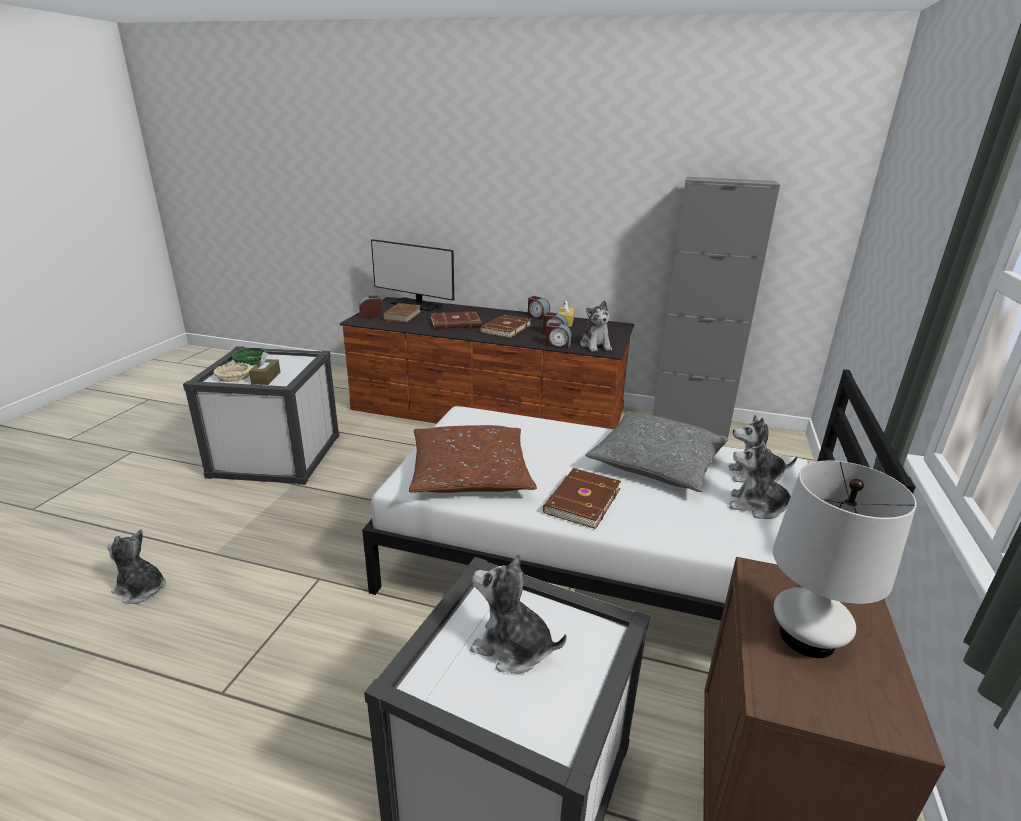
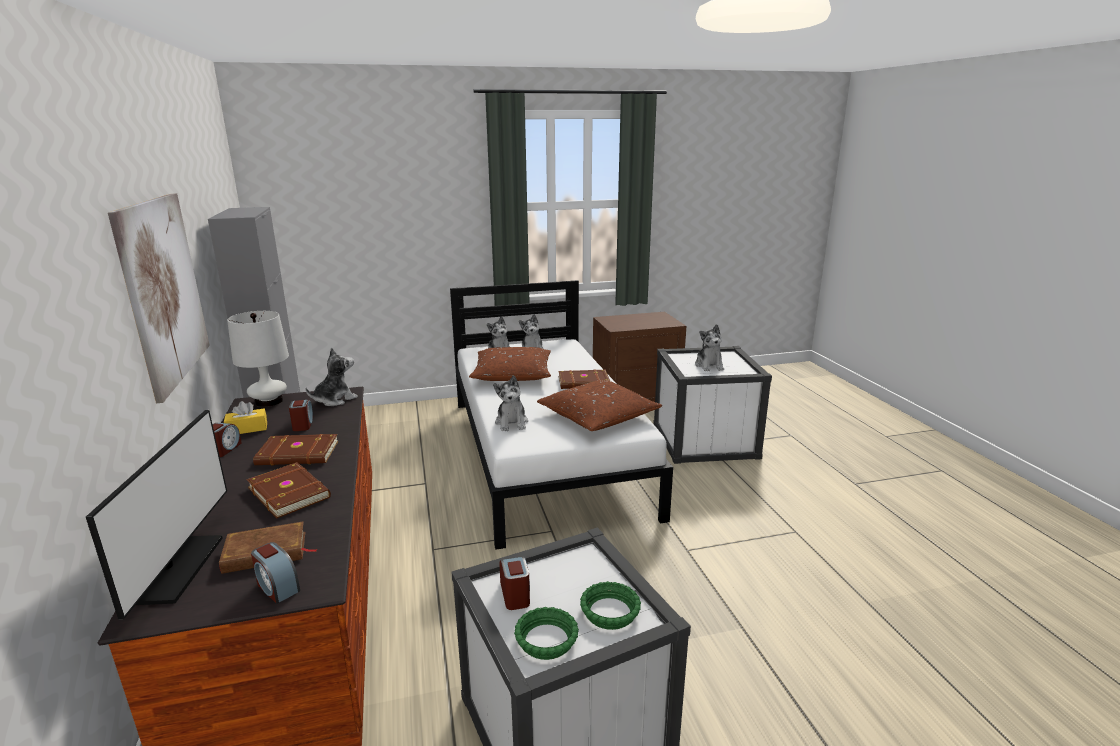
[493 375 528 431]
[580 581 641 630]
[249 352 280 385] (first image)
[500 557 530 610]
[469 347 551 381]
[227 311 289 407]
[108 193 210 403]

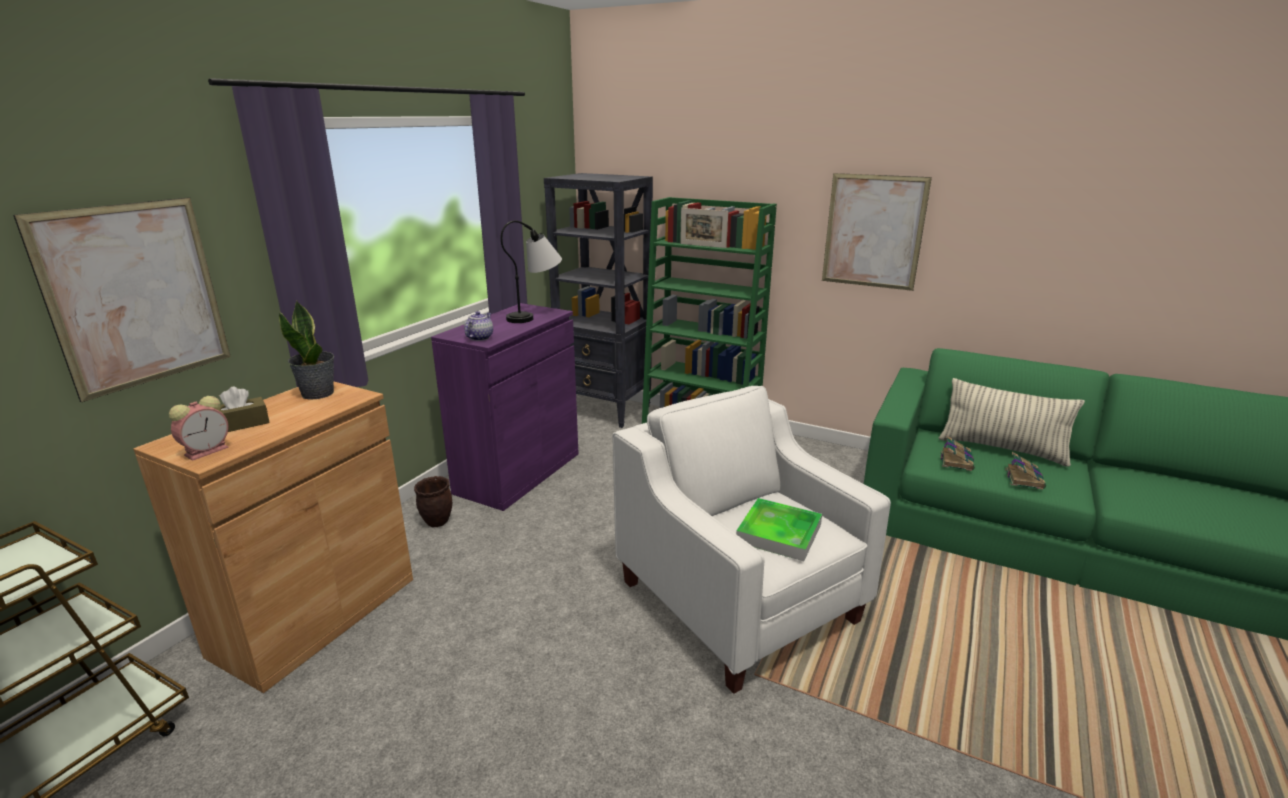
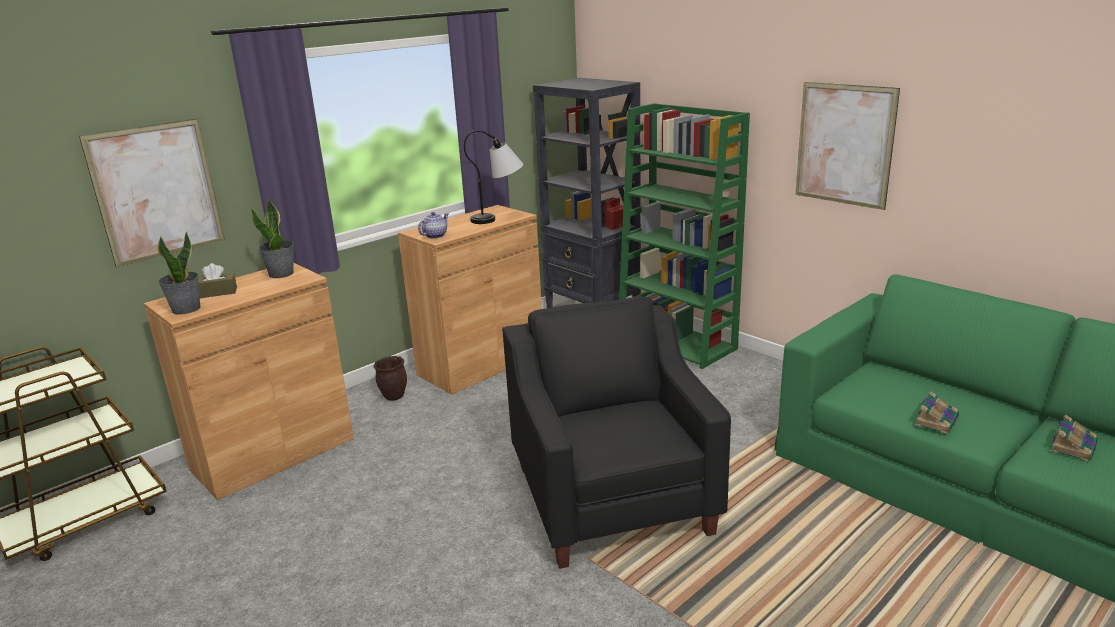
[157 232 201 315]
[398 205 542 395]
[502 296 731 569]
[680 208 728 248] (first image)
[736 498 822 561] (first image)
[939 378 1085 467] (first image)
[1050 414 1098 461]

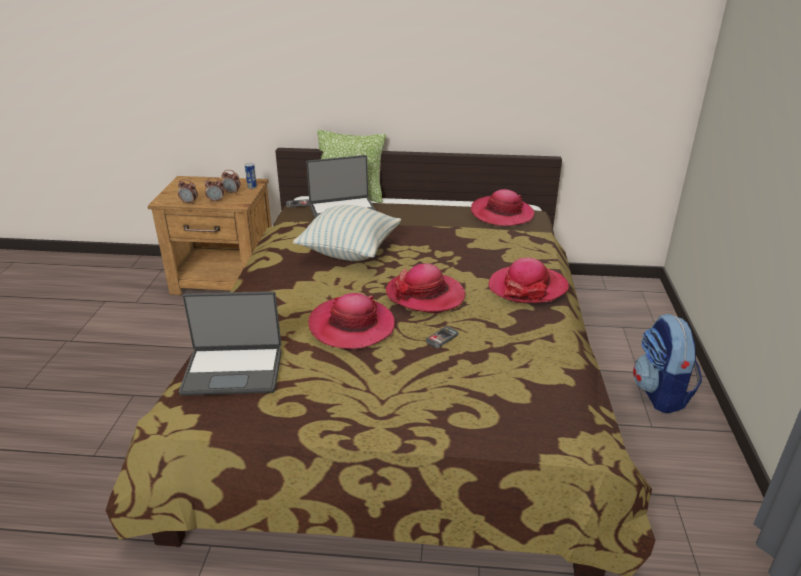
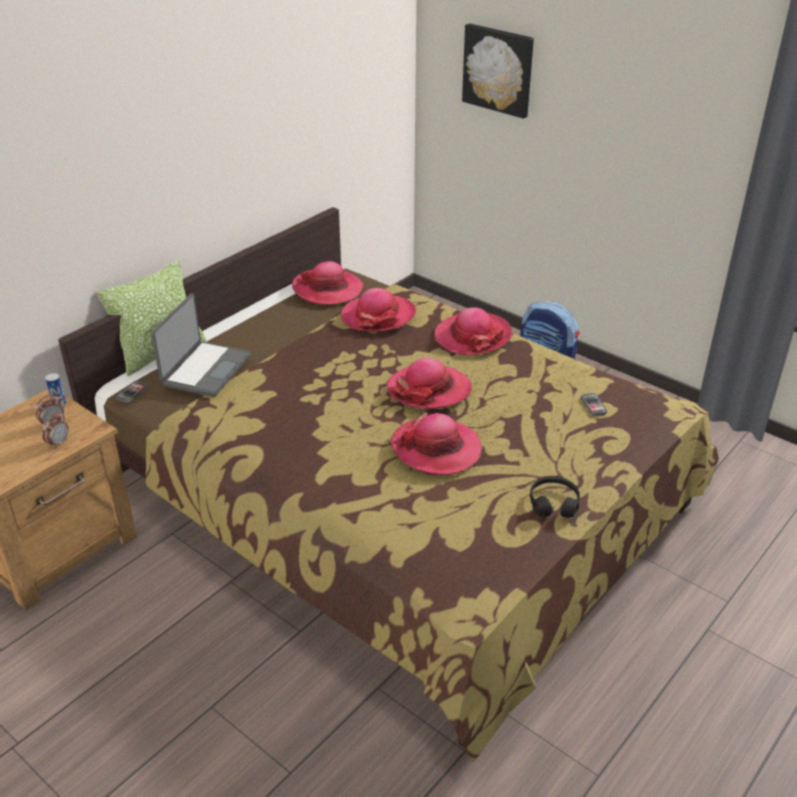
[178 179 198 204] (first image)
[179 291 282 396] (first image)
[293 205 401 261] (first image)
[581 393 607 416]
[341 288 416 332]
[462 23 534 119]
[530 476 580 518]

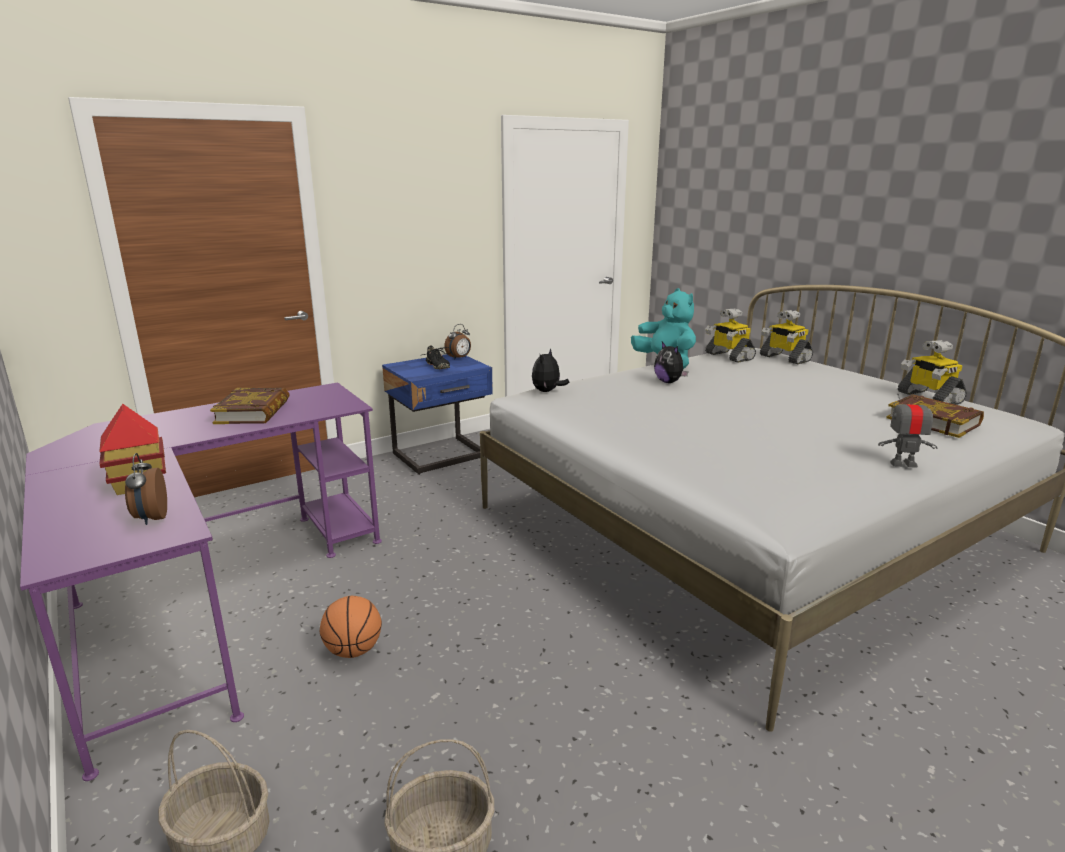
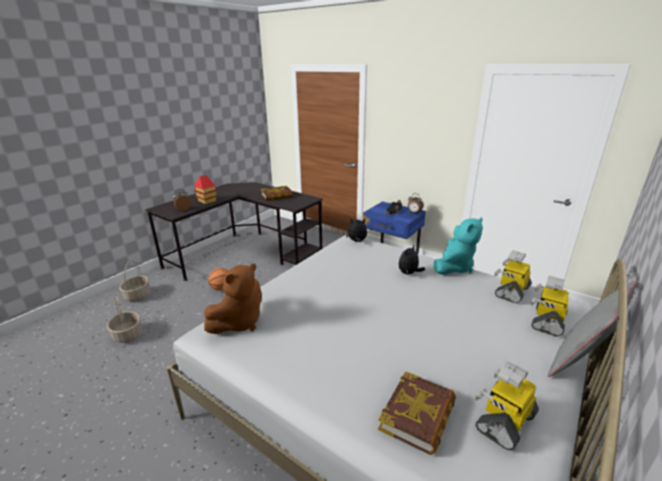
[145 182 323 281]
[878 394 939 468] (first image)
[204 264 262 334]
[548 280 637 377]

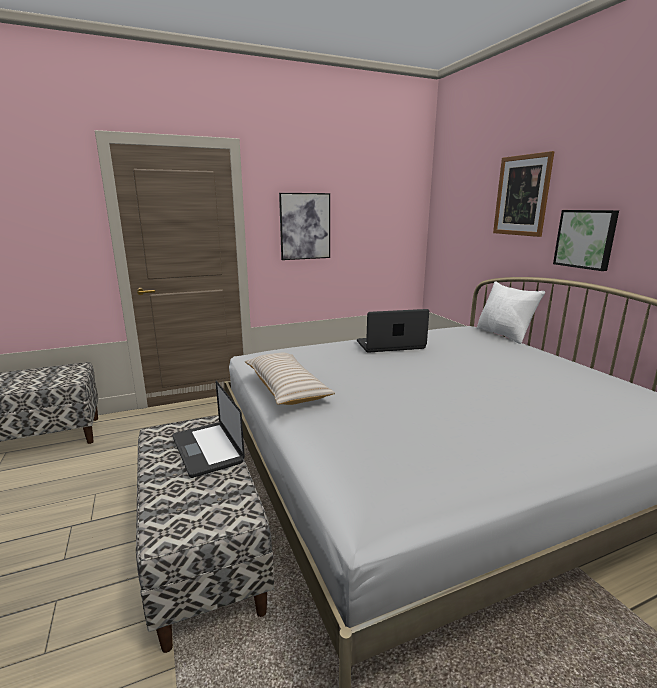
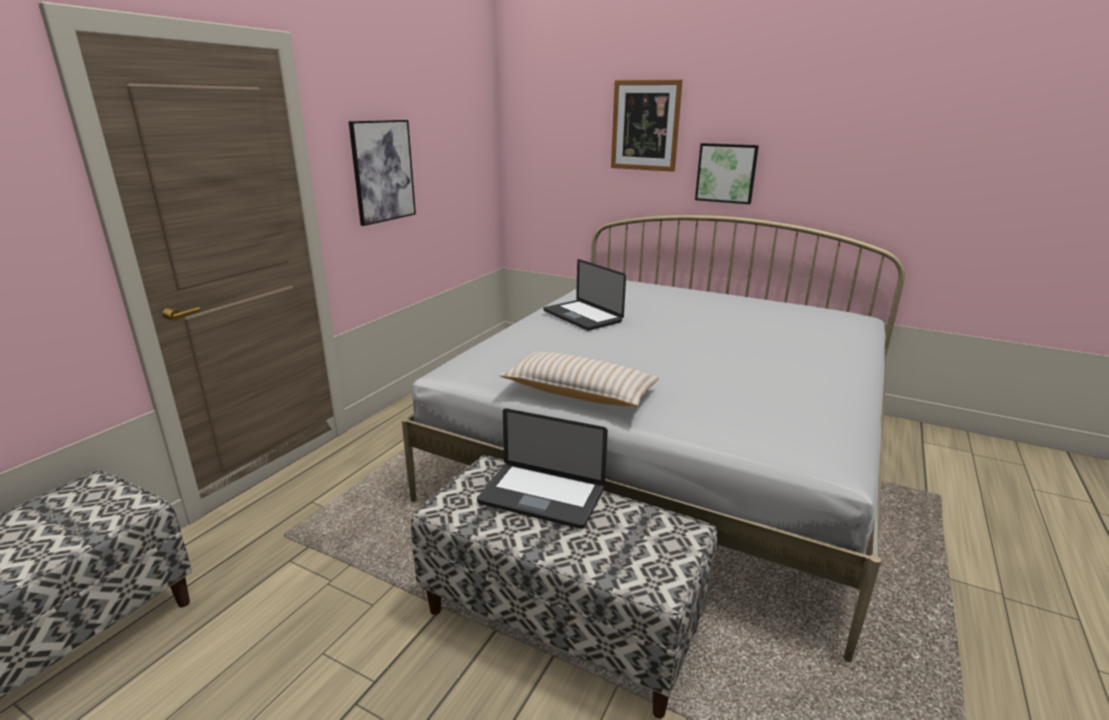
[544 259 626 331]
[477 281 545 344] (first image)

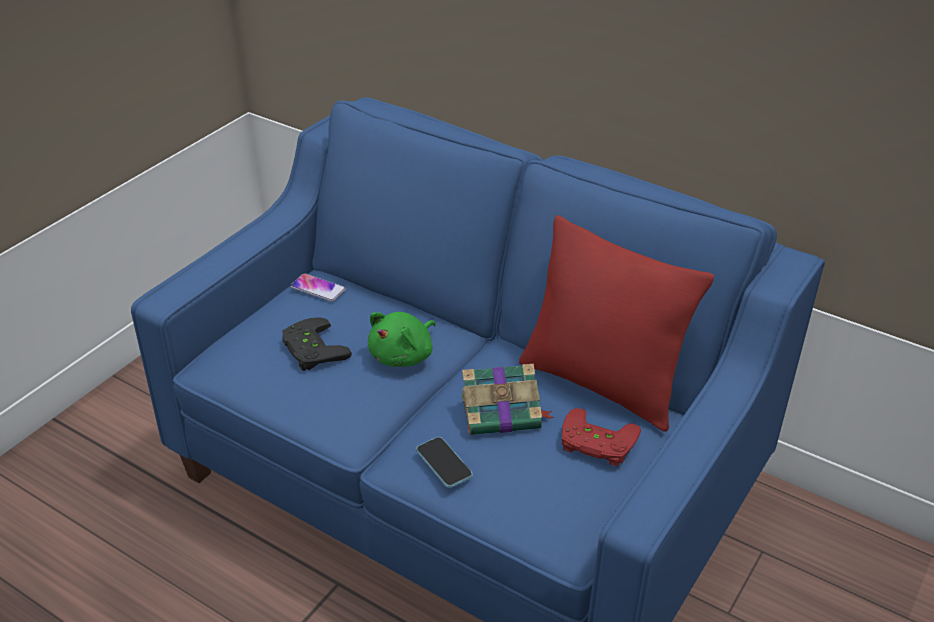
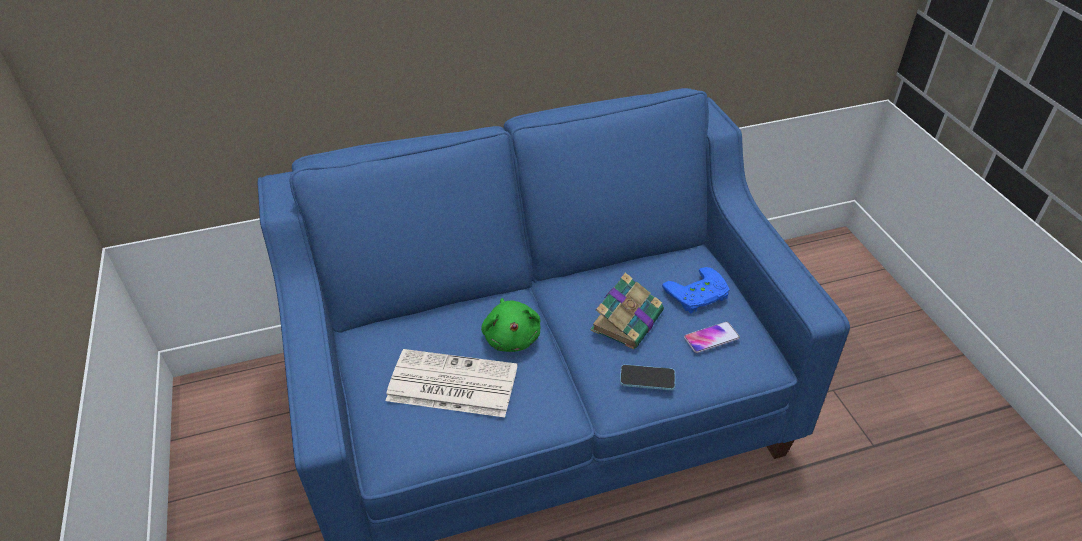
[386 349 517 417]
[684 321 740 353]
[519 215 714 432] (first image)
[662 267 730 313]

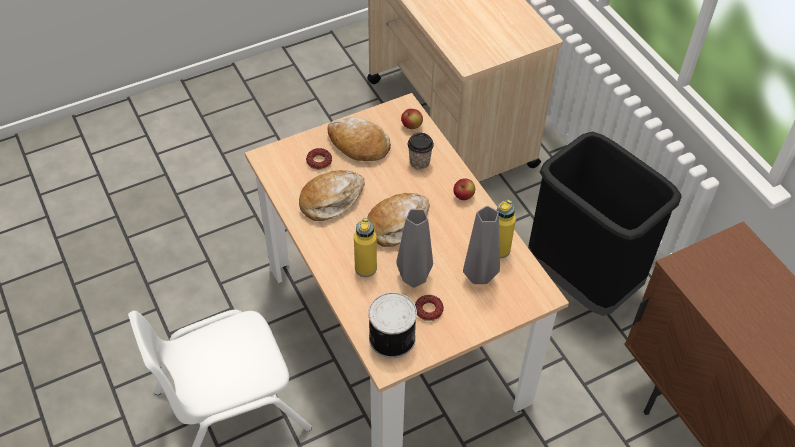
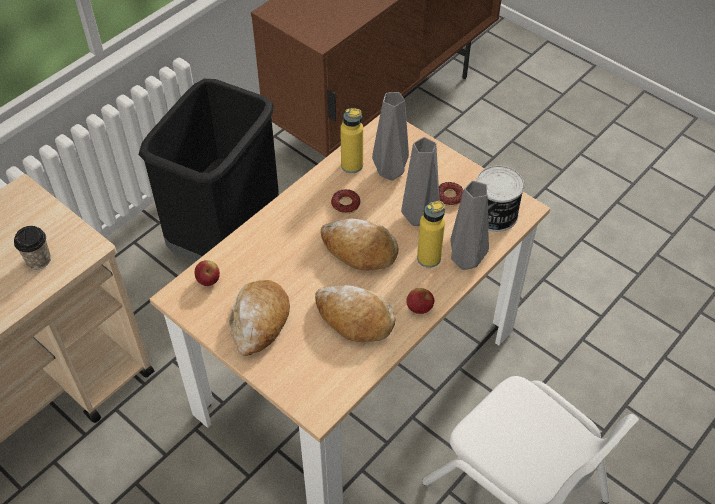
[331 189 360 214]
[14 226 51 269]
[406 288 434 314]
[451 181 489 270]

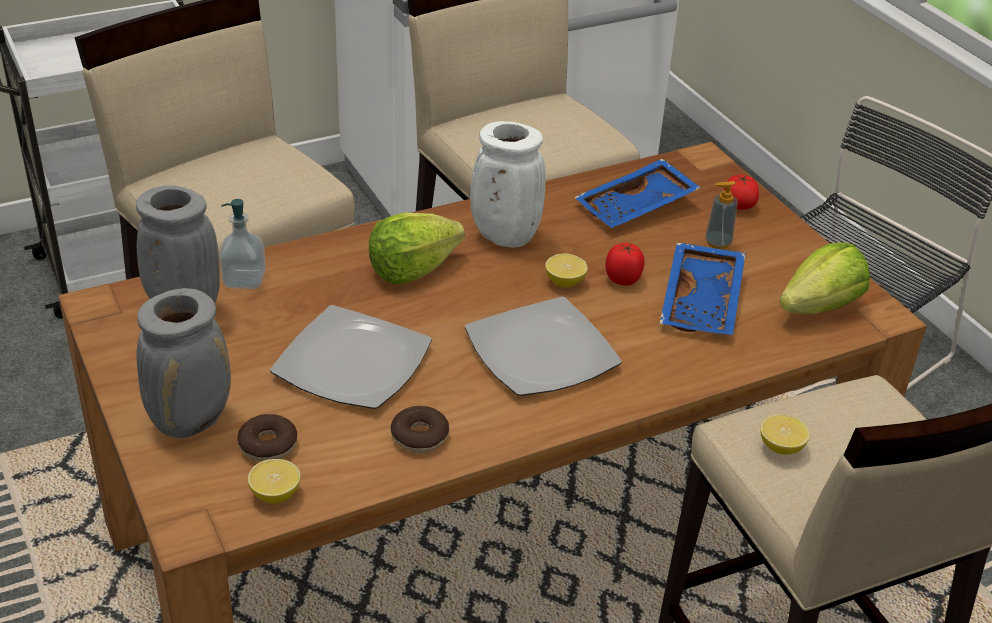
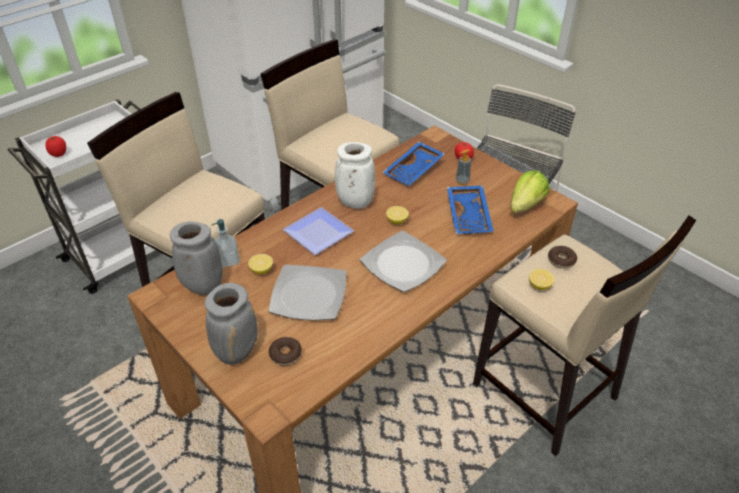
[248 254 273 275]
[283 207 354 255]
[548 246 578 268]
[45 136 66 157]

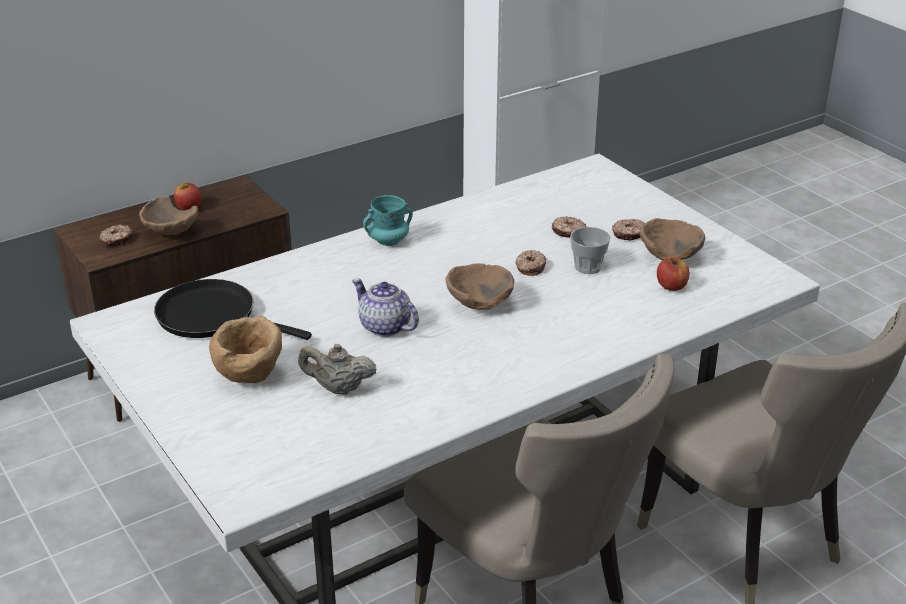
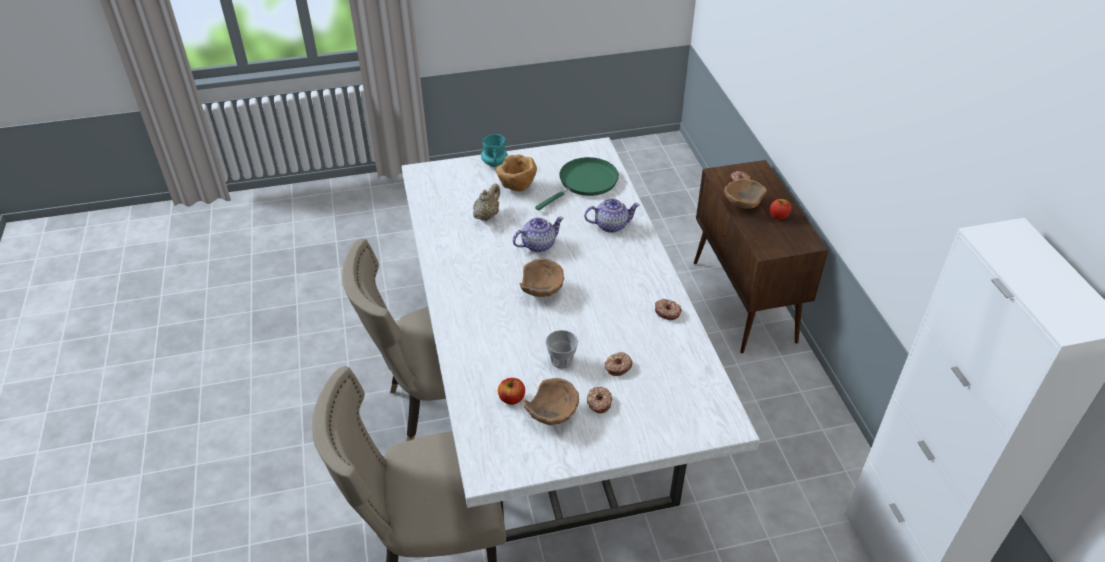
[535 157 619 211]
[481 134 508 167]
[655 299 682 320]
[584 198 640 233]

